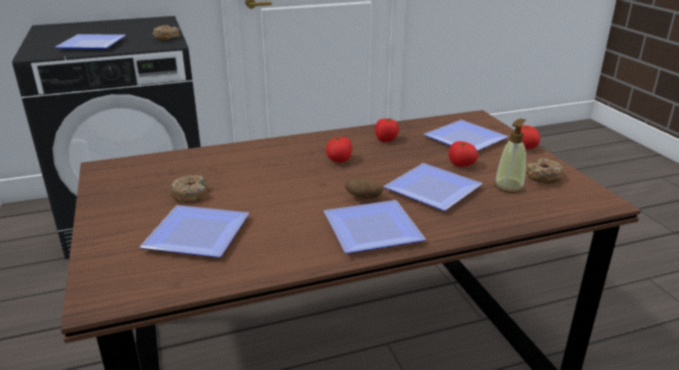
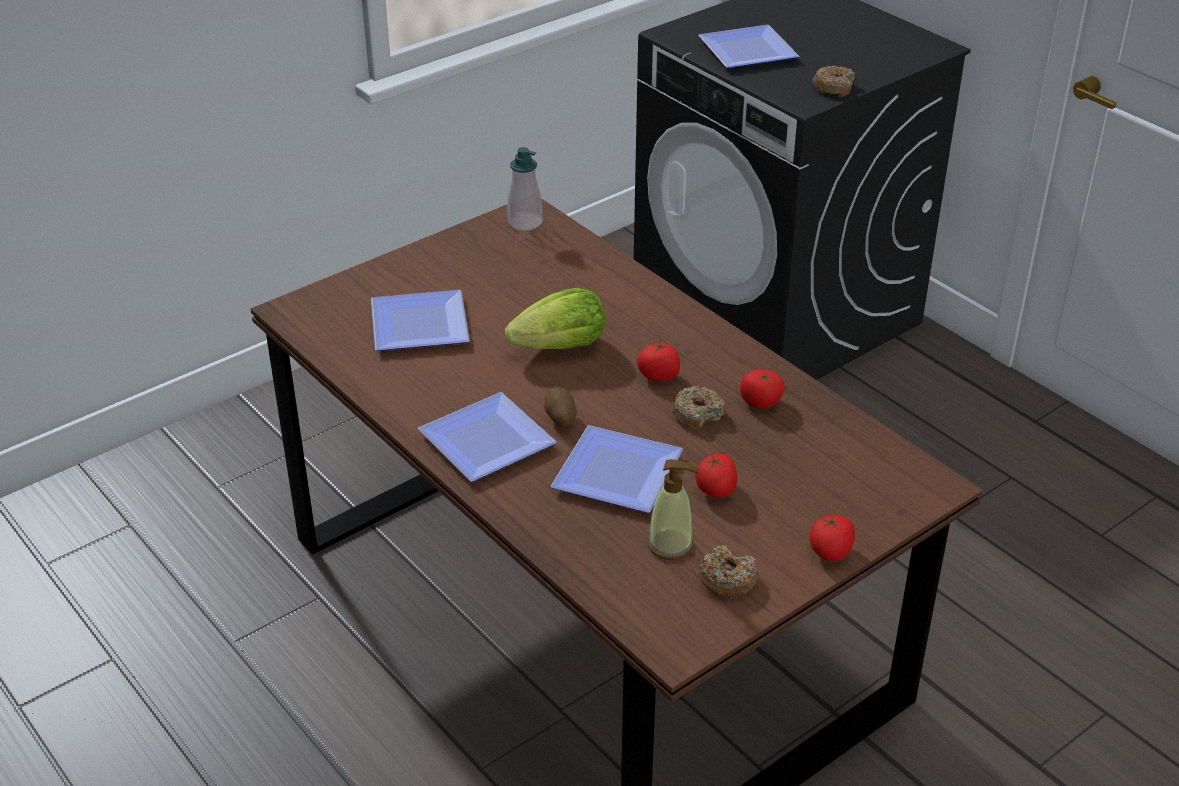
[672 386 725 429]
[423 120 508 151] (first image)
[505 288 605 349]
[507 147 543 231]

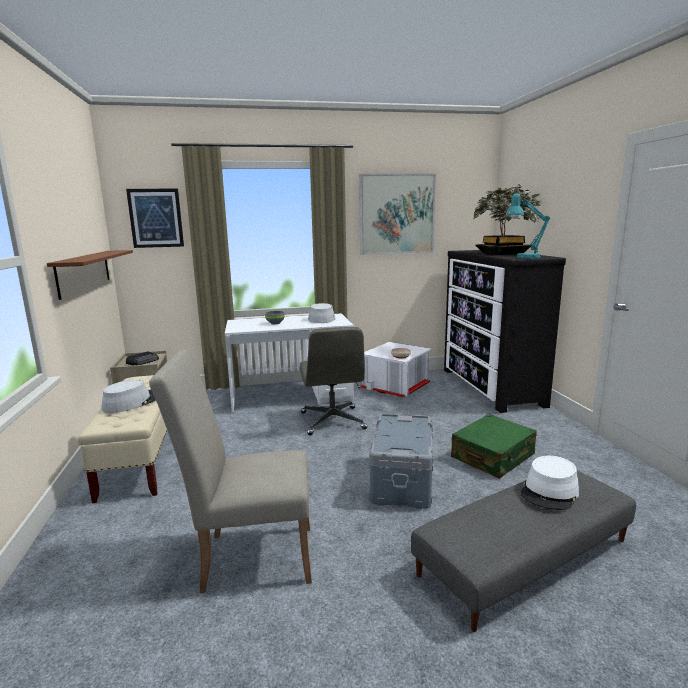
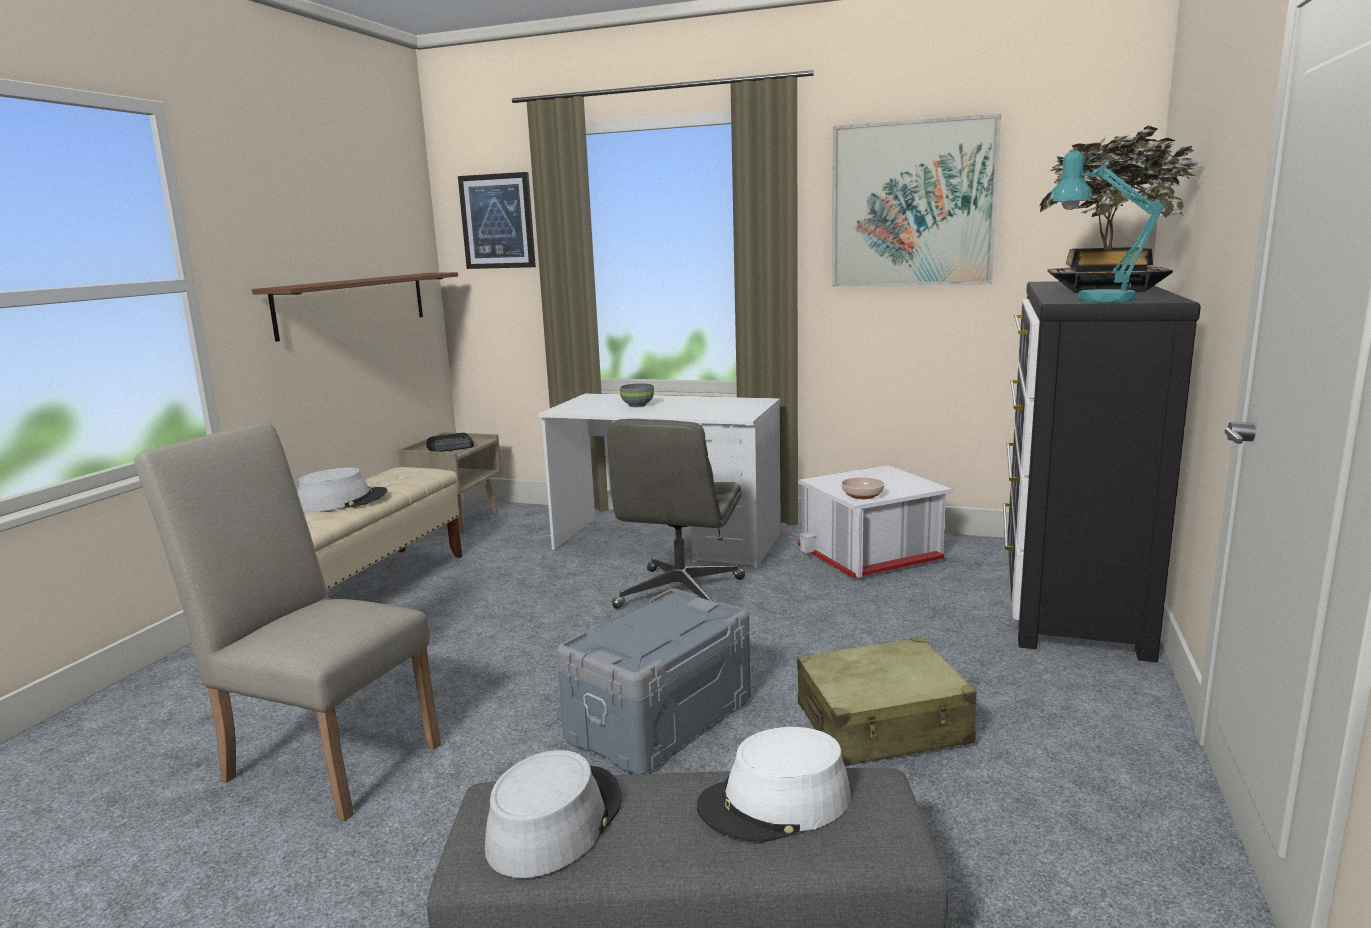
[485 750 622 878]
[797 637 977 766]

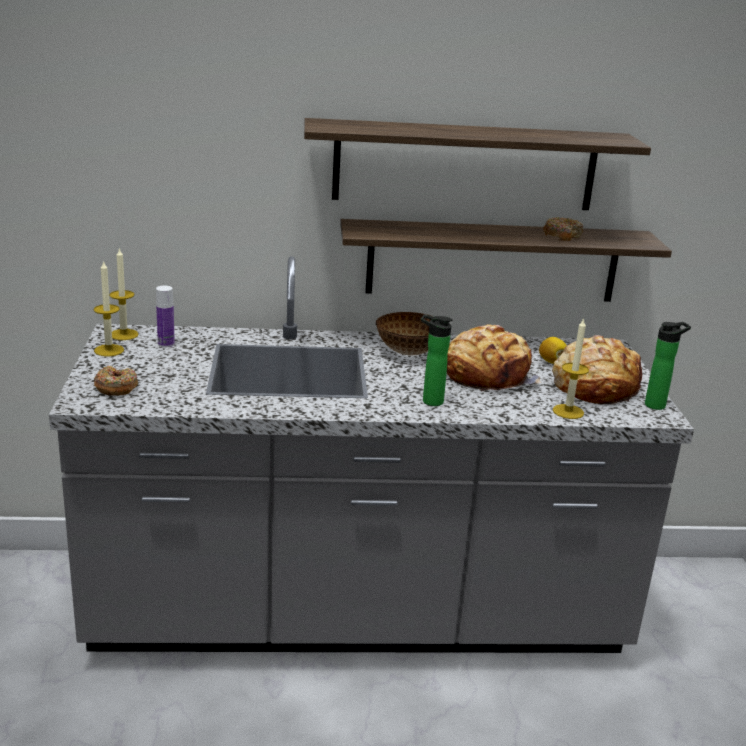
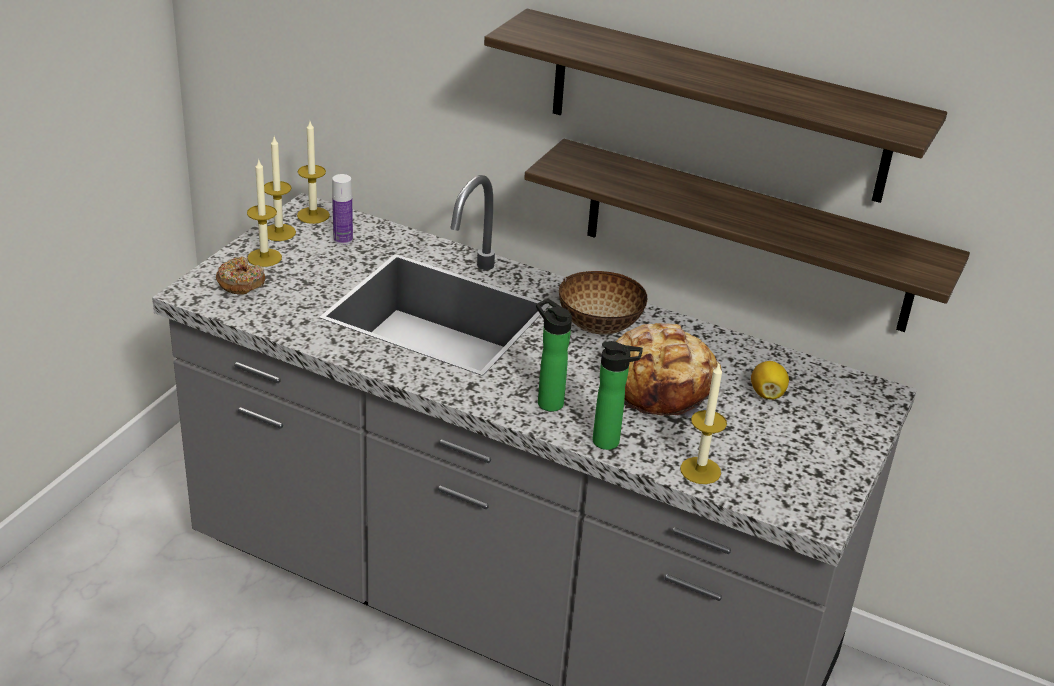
[543 217 583 241] (first image)
[552 335 642 404] (first image)
[593 341 643 450]
[247 160 282 267]

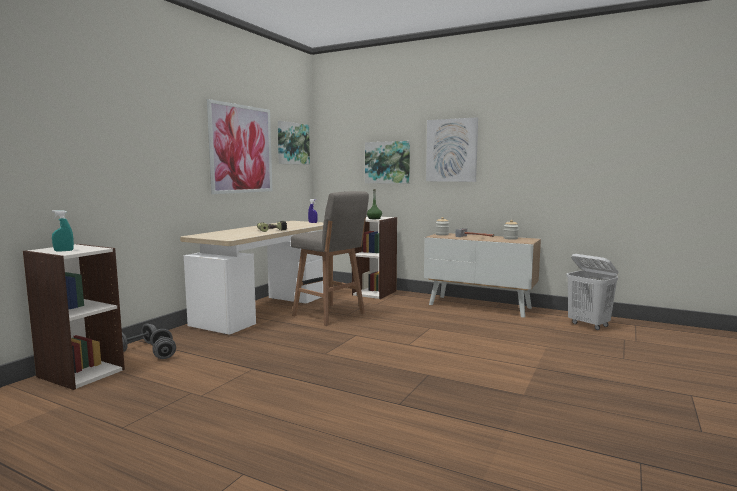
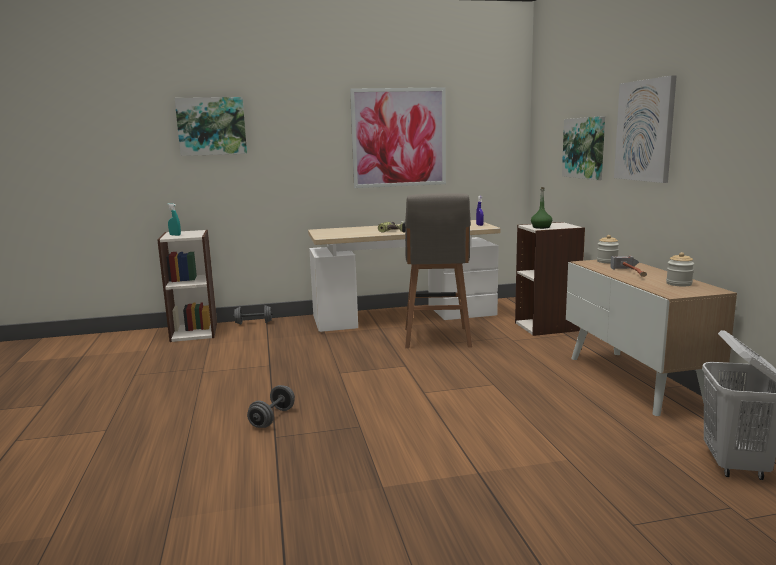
[247 385 295 428]
[175 97 247 156]

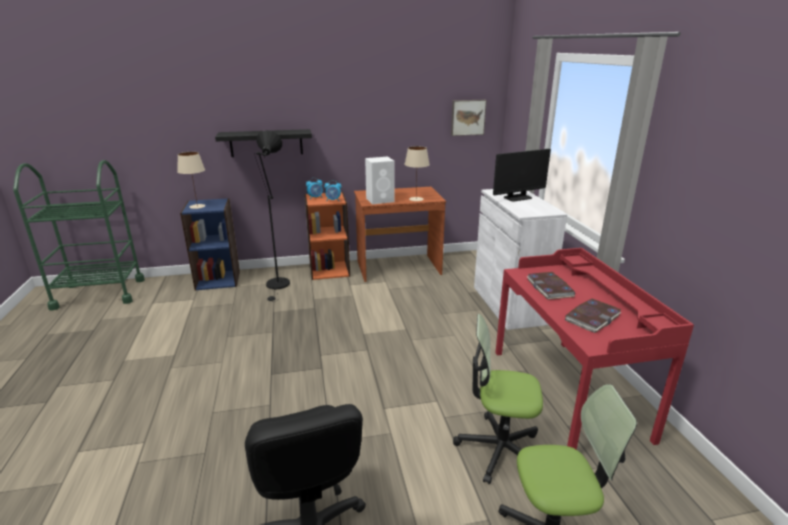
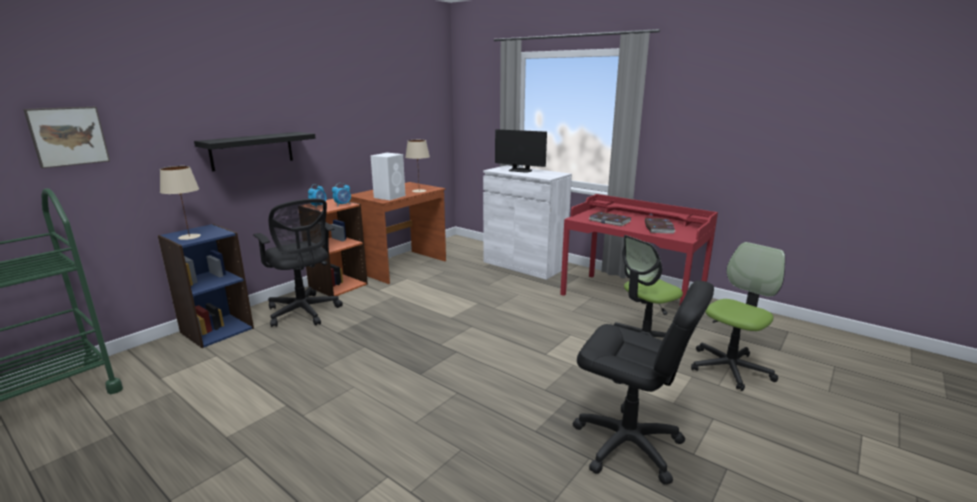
[253 199 343 327]
[23 107 110 168]
[495 129 547 173]

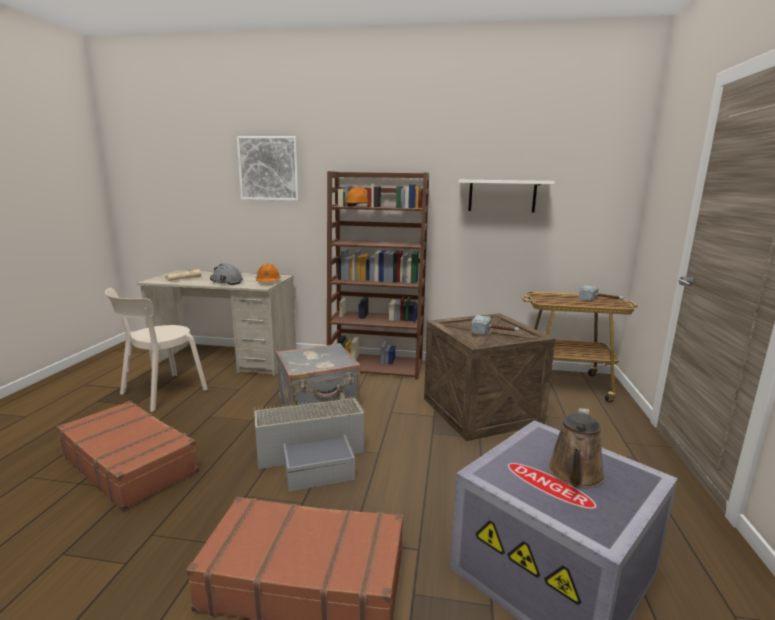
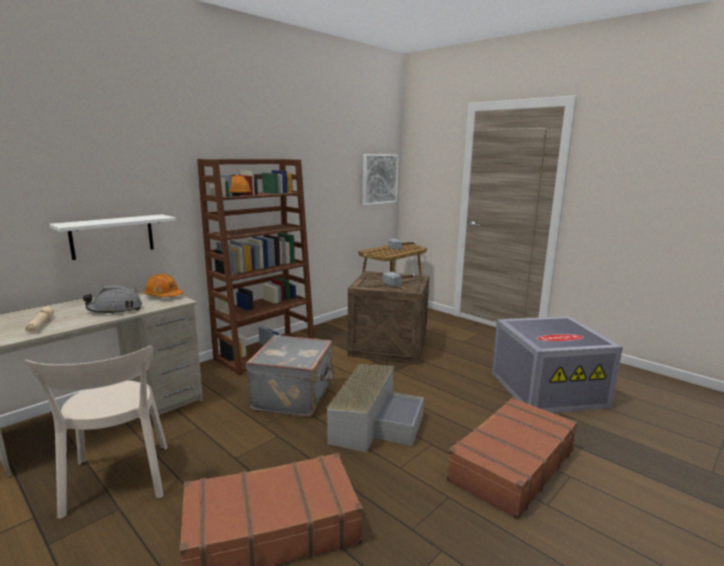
[363 154 398 206]
[49 214 176 260]
[548 408 605 488] (first image)

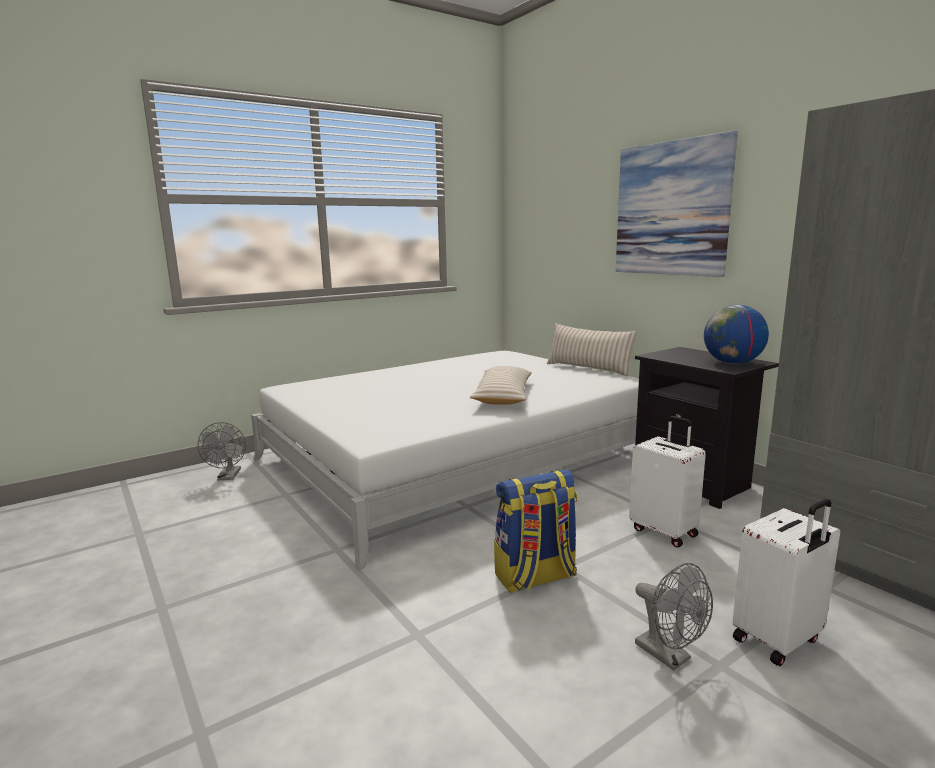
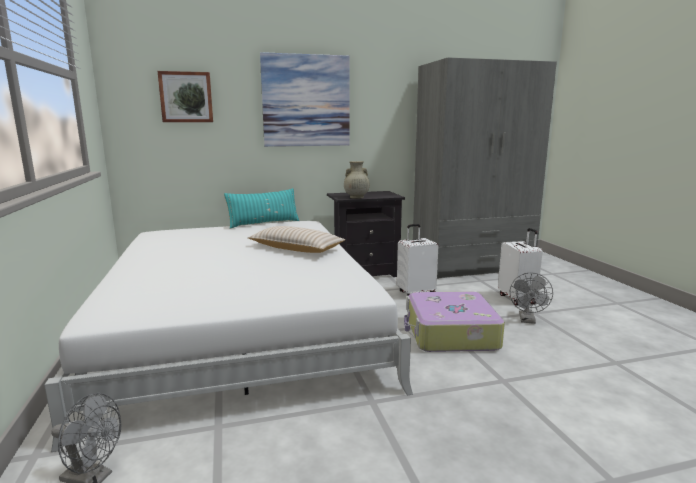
[404 292 505 352]
[224 188 299 228]
[510 273 553 324]
[704 305 769 364] (first image)
[158 71 213 122]
[344 161 370 199]

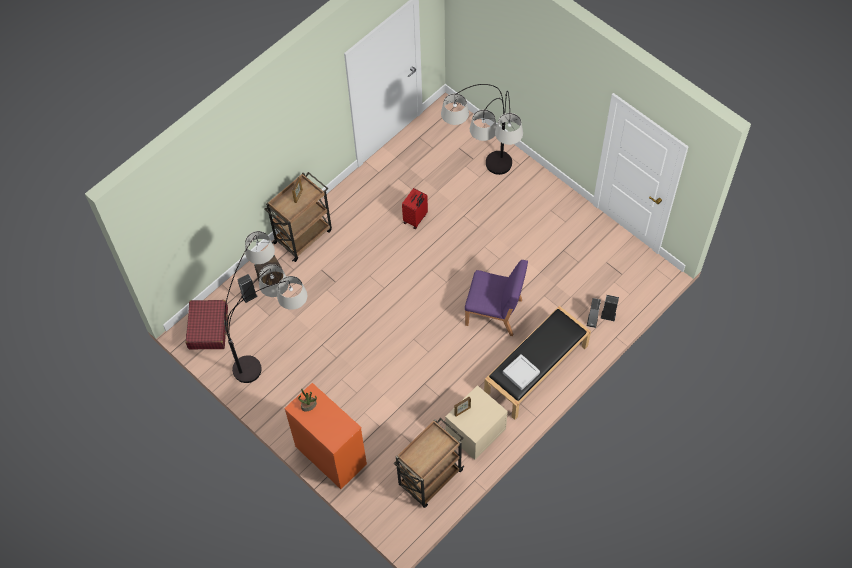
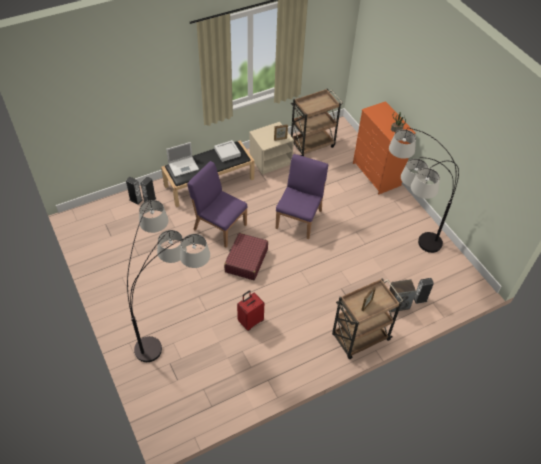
[224 233 268 280]
[166 142 199 177]
[276 154 328 239]

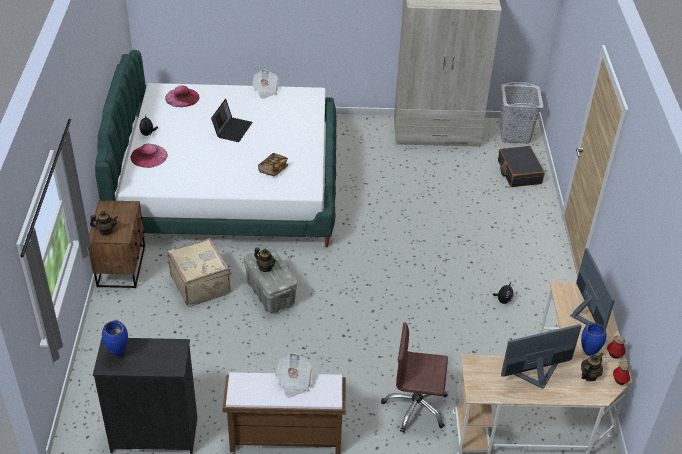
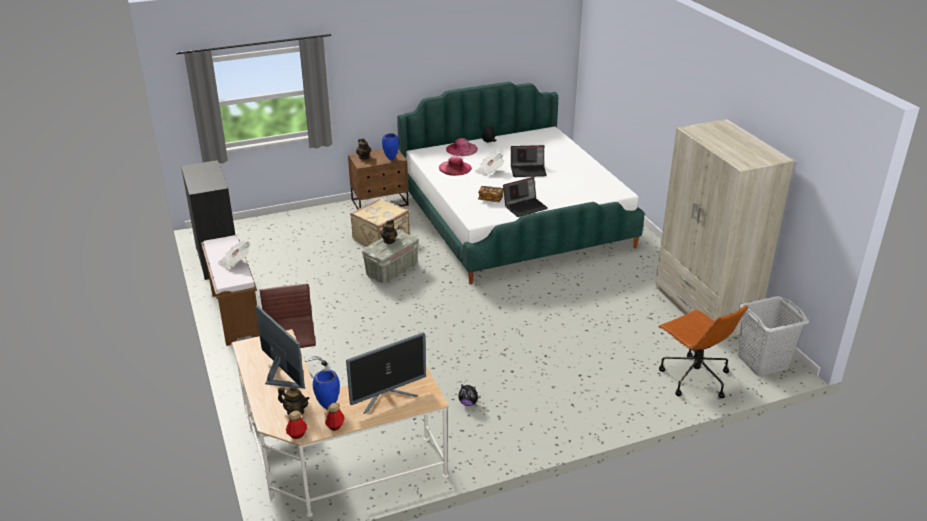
[382 133 399 160]
[439 156 472 176]
[475 153 504 176]
[658 305 748 398]
[503 177 548 217]

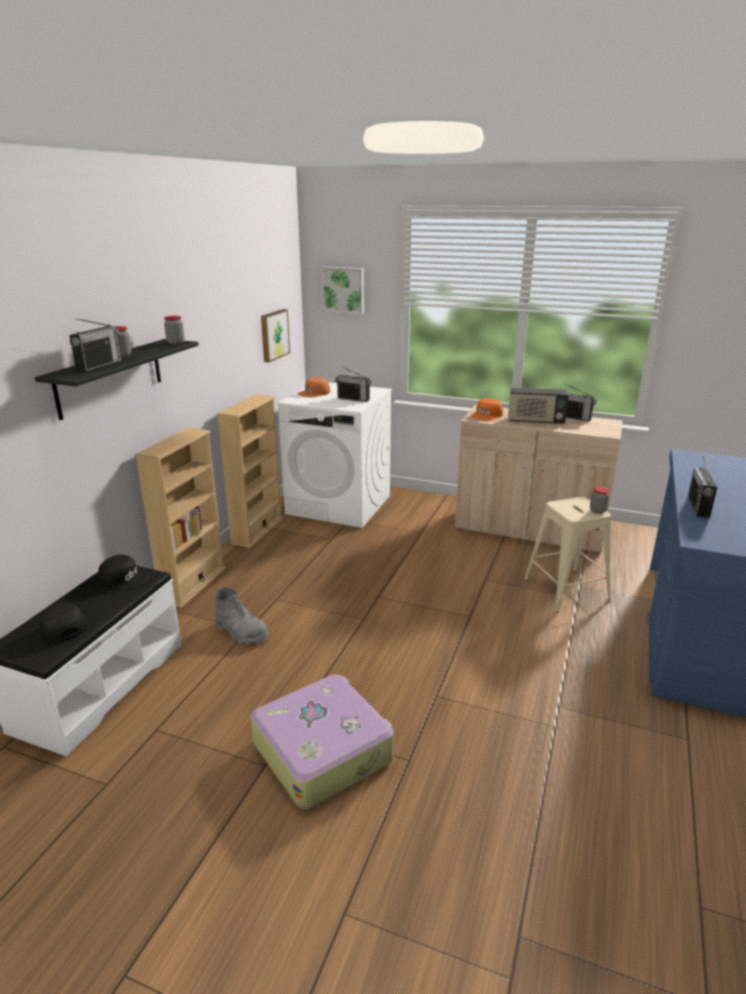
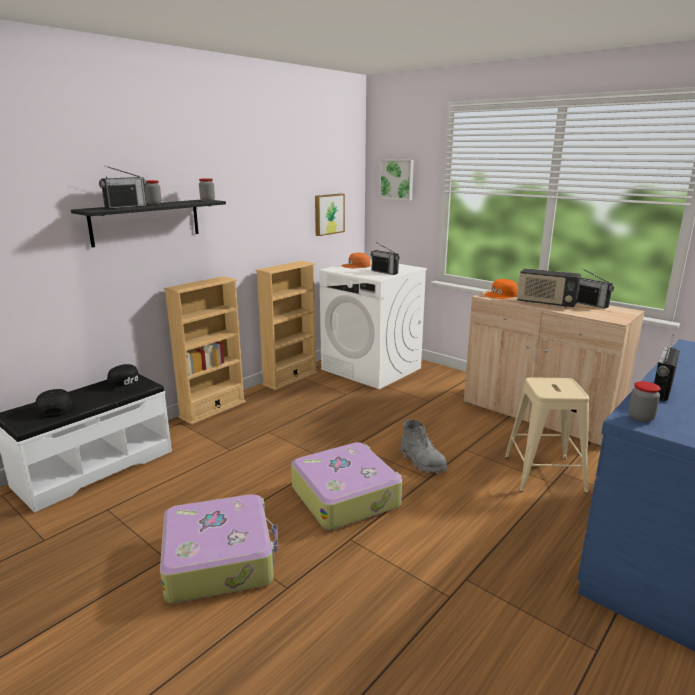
[400 420 447 474]
[628 381 661 422]
[291 442 402 530]

